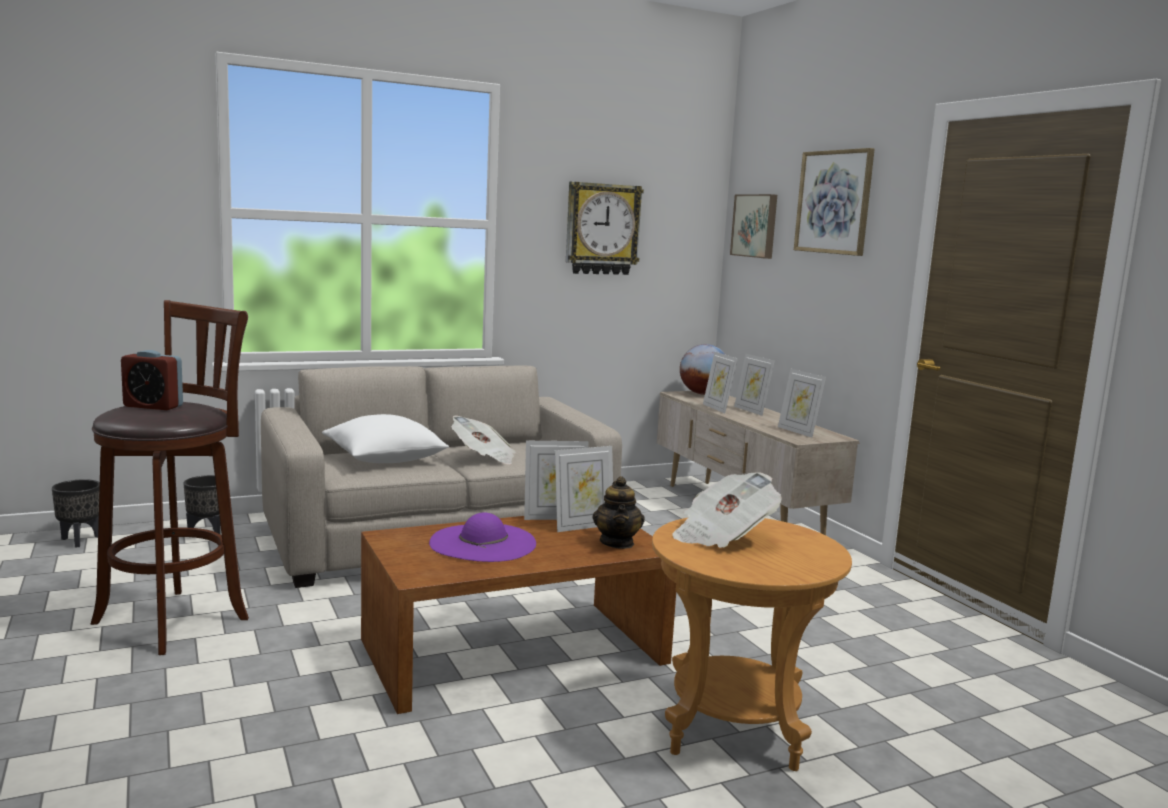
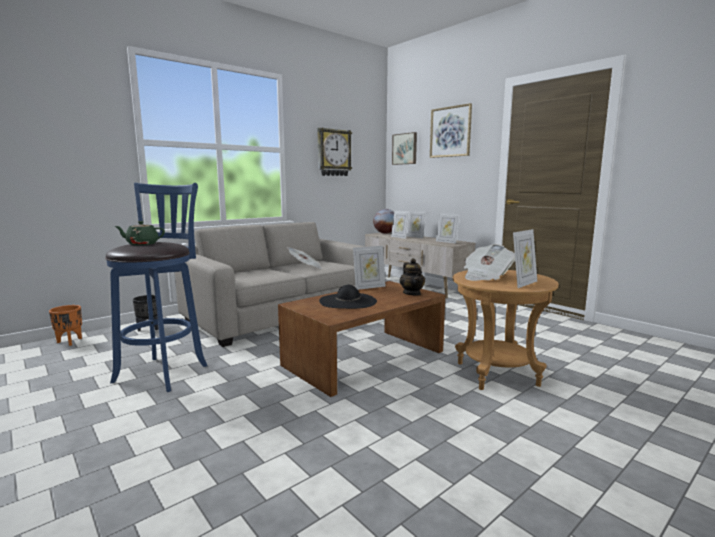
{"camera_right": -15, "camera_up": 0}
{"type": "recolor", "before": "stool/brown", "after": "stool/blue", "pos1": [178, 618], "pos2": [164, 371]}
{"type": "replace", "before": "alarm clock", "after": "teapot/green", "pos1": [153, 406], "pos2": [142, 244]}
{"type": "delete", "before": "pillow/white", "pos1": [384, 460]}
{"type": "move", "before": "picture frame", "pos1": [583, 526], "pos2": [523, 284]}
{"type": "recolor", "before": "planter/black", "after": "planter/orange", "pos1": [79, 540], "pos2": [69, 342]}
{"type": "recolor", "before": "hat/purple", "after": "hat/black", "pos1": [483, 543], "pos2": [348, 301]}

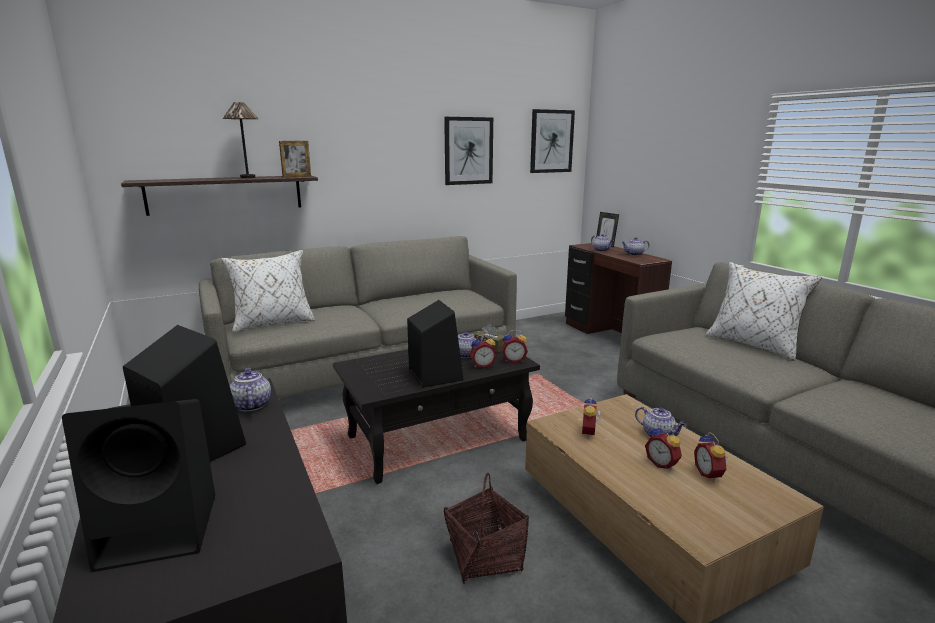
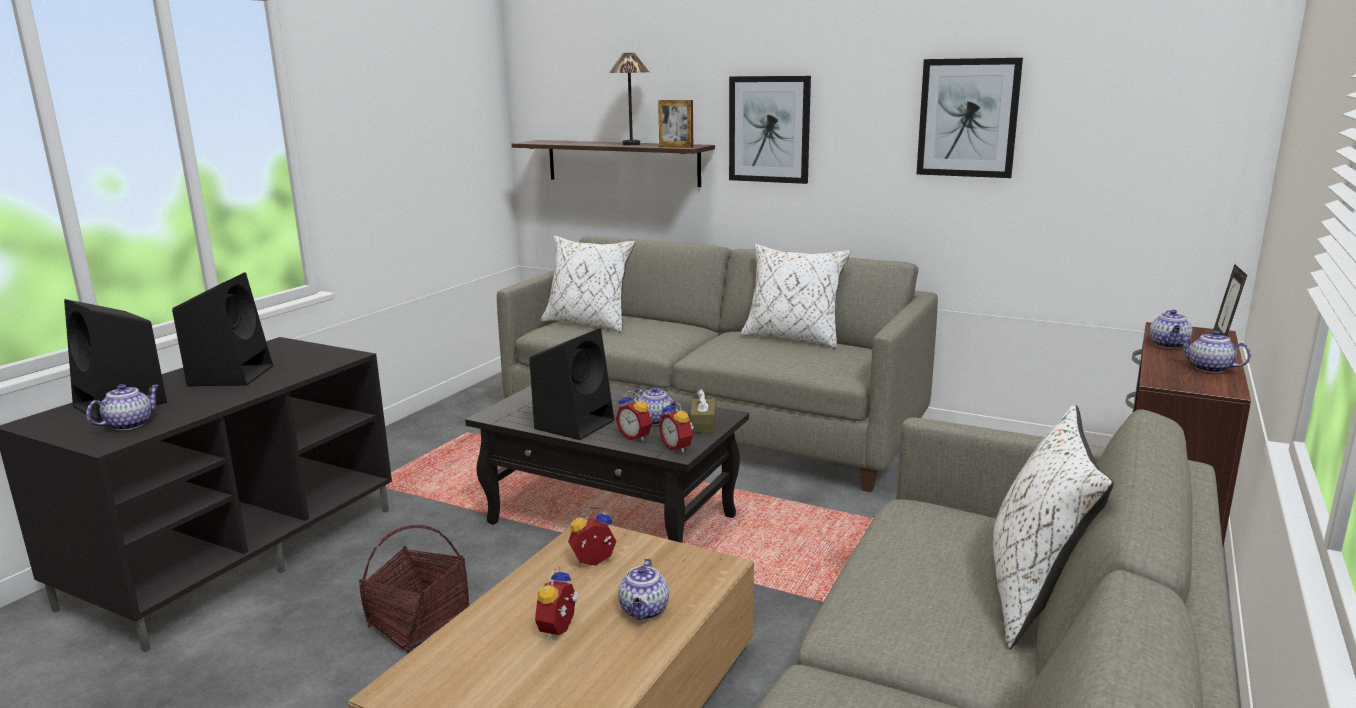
{"camera_right": 55, "camera_up": 0}
{"type": "move", "before": "picture", "pos1": [551, 141], "pos2": [769, 129]}
{"type": "move", "before": "teapot", "pos1": [251, 405], "pos2": [130, 424]}
{"type": "delete", "before": "alarm clock", "pos1": [709, 474]}
{"type": "insert", "after": "pillow/white", "pos2": [793, 338]}

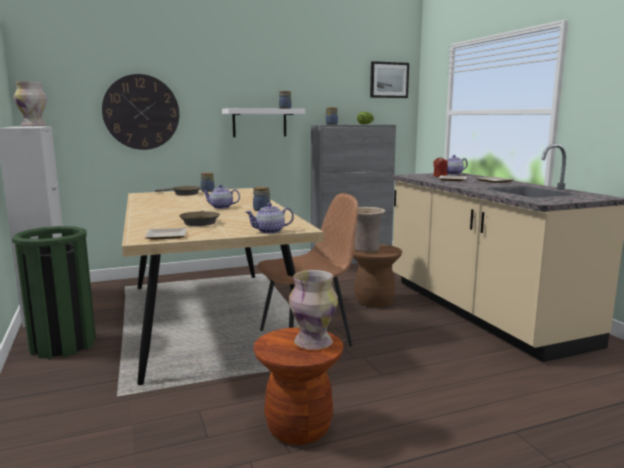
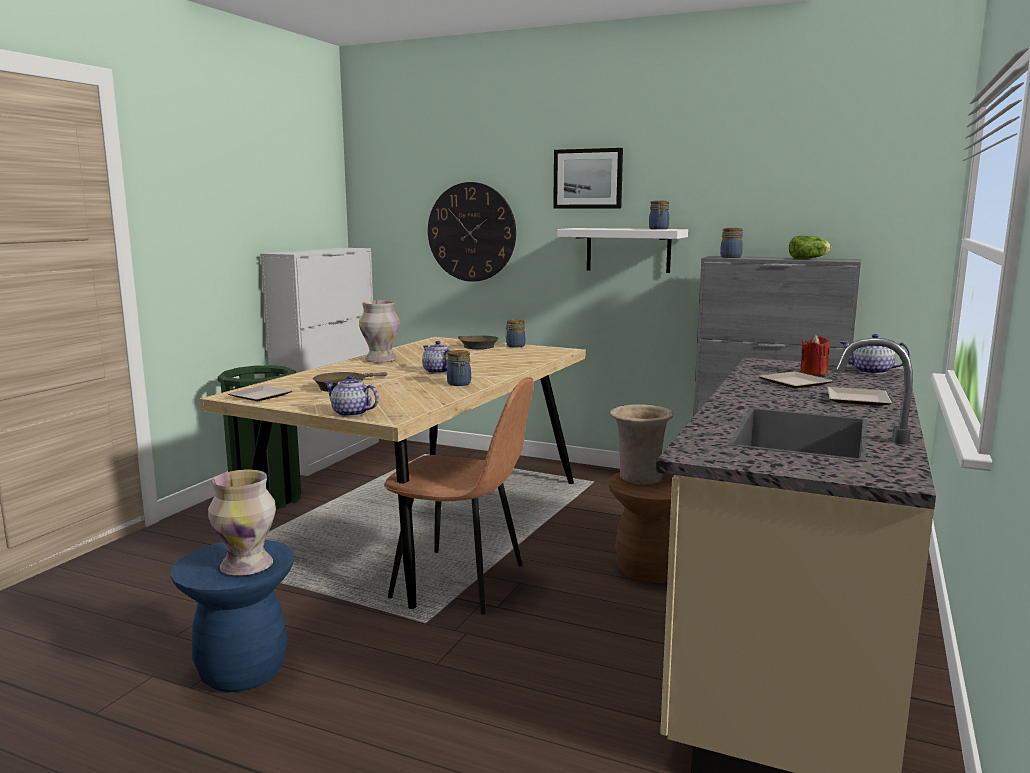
{"camera_right": 45, "camera_up": 0}
{"type": "move", "before": "picture", "pos1": [389, 80], "pos2": [588, 178]}
{"type": "move", "before": "vase", "pos1": [33, 126], "pos2": [380, 360]}
{"type": "recolor", "before": "stool/brown", "after": "stool/blue", "pos1": [299, 428], "pos2": [242, 671]}

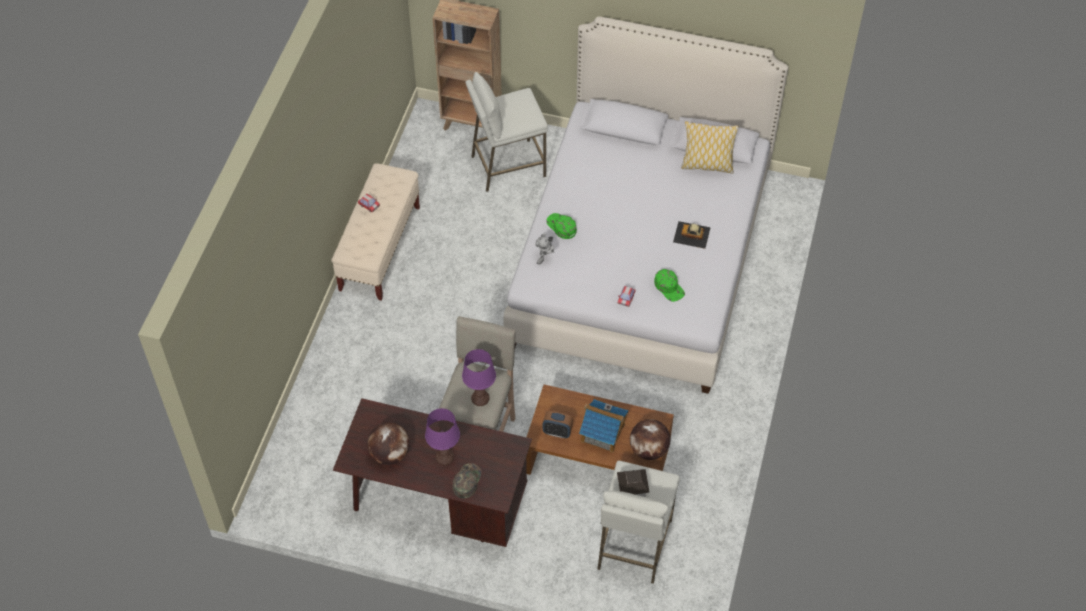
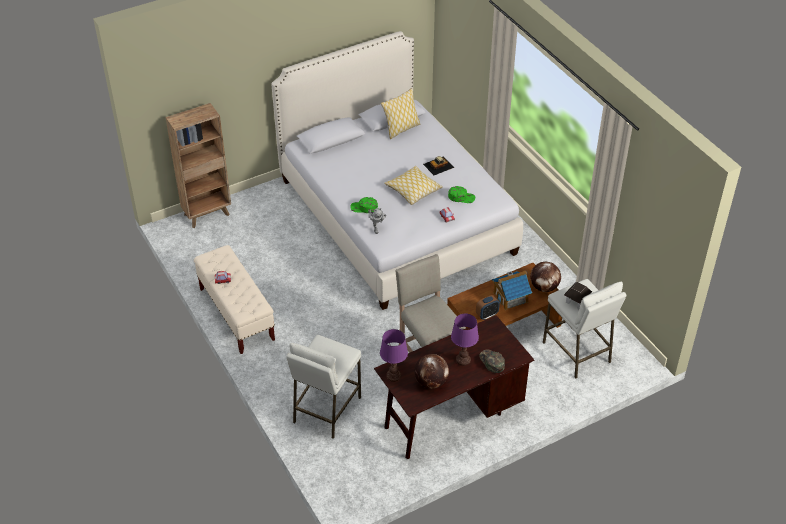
{"camera_right": -45, "camera_up": -10}
{"type": "move", "before": "stool/white", "pos1": [507, 166], "pos2": [326, 410]}
{"type": "move", "before": "table lamp/purple", "pos1": [480, 398], "pos2": [393, 375]}
{"type": "insert", "after": "pillow", "pos2": [413, 190]}

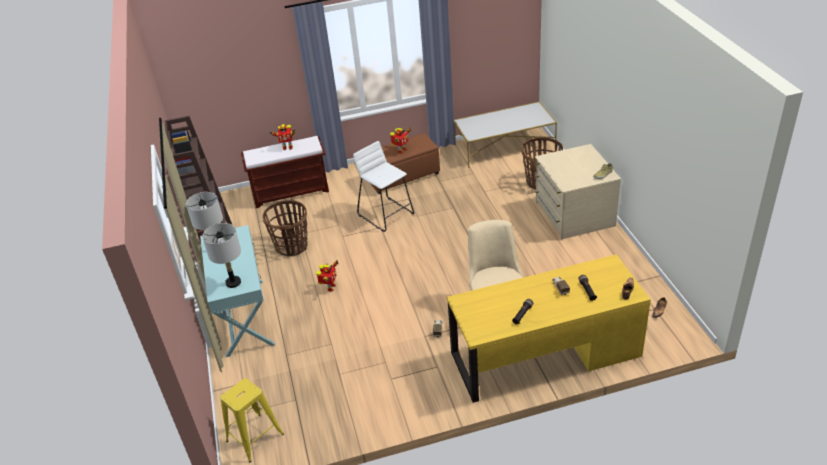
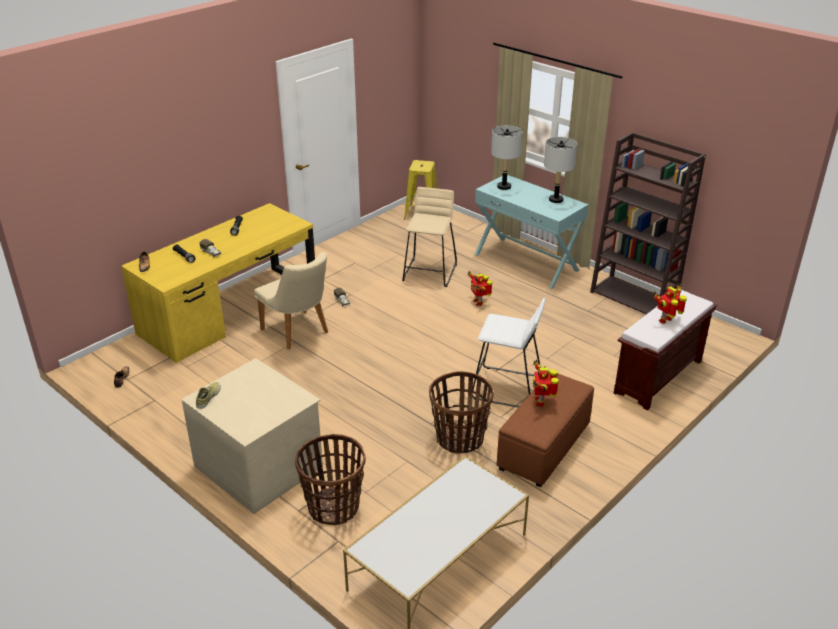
{"camera_right": 145, "camera_up": -5}
{"type": "move", "before": "basket", "pos1": [292, 246], "pos2": [459, 439]}
{"type": "insert", "after": "stool/beige", "pos2": [430, 272]}

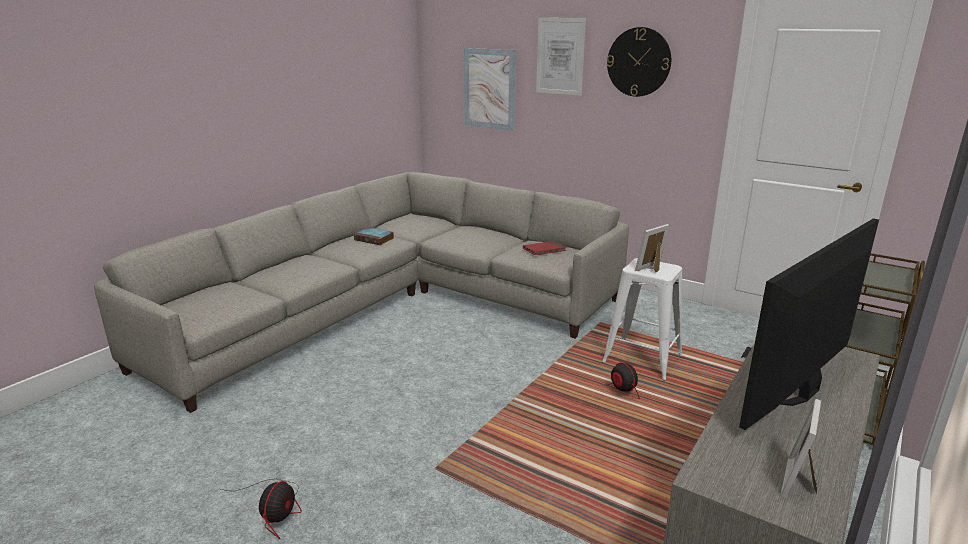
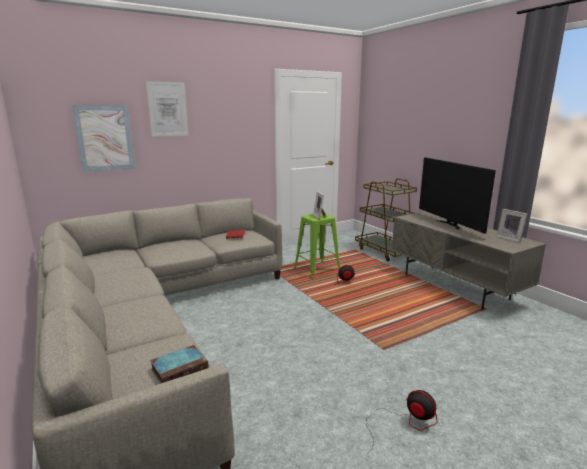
{"camera_right": -65, "camera_up": -5}
{"type": "delete", "before": "wall clock", "pos1": [638, 62]}
{"type": "move", "before": "book", "pos1": [375, 239], "pos2": [180, 368]}
{"type": "recolor", "before": "stool/white", "after": "stool/green", "pos1": [641, 359], "pos2": [316, 270]}

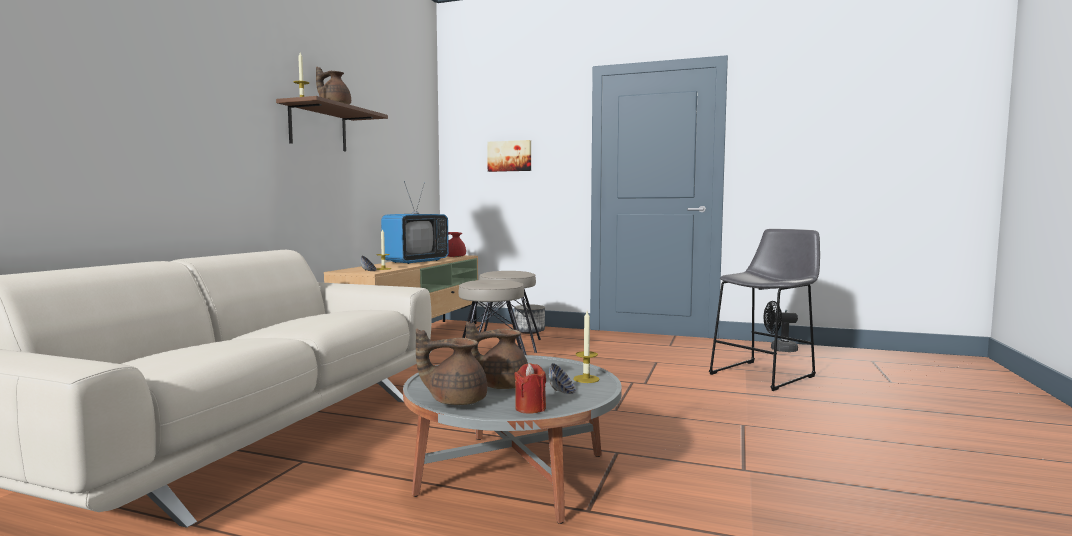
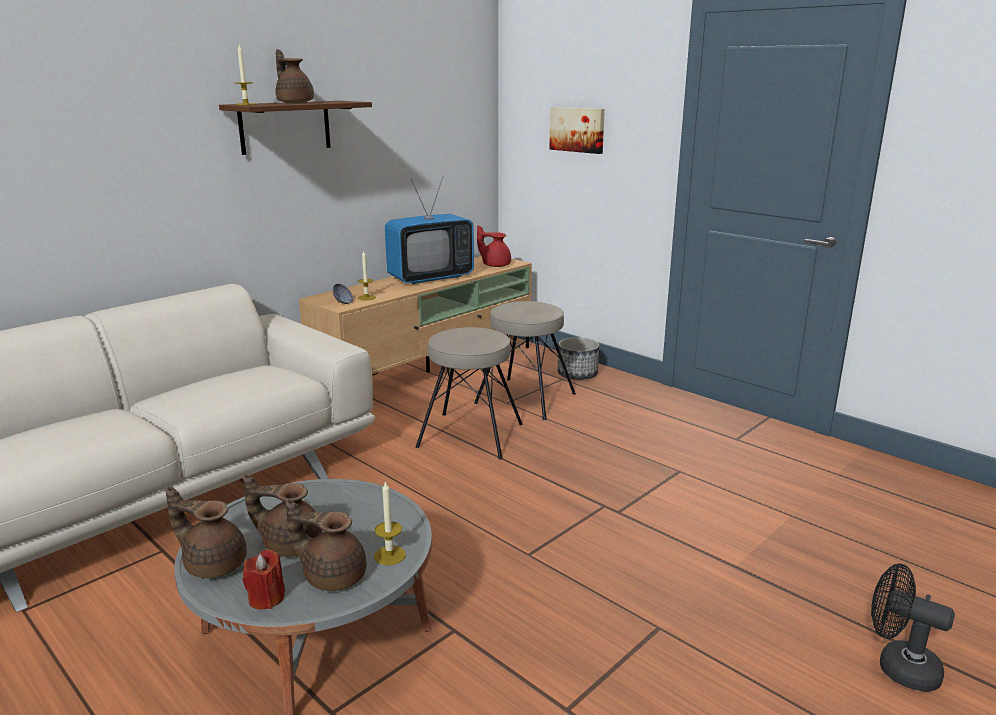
{"camera_right": 25, "camera_up": 15}
{"type": "delete", "before": "stool/grey", "pos1": [765, 374]}
{"type": "move", "before": "fan/black", "pos1": [779, 349], "pos2": [898, 667]}
{"type": "replace", "before": "bowl", "after": "teapot/brown", "pos1": [562, 392], "pos2": [333, 576]}

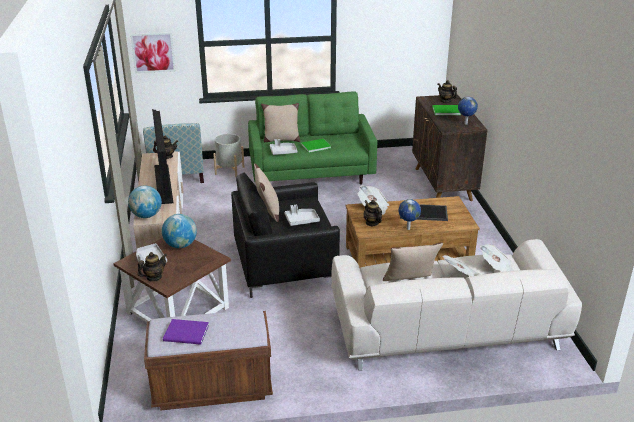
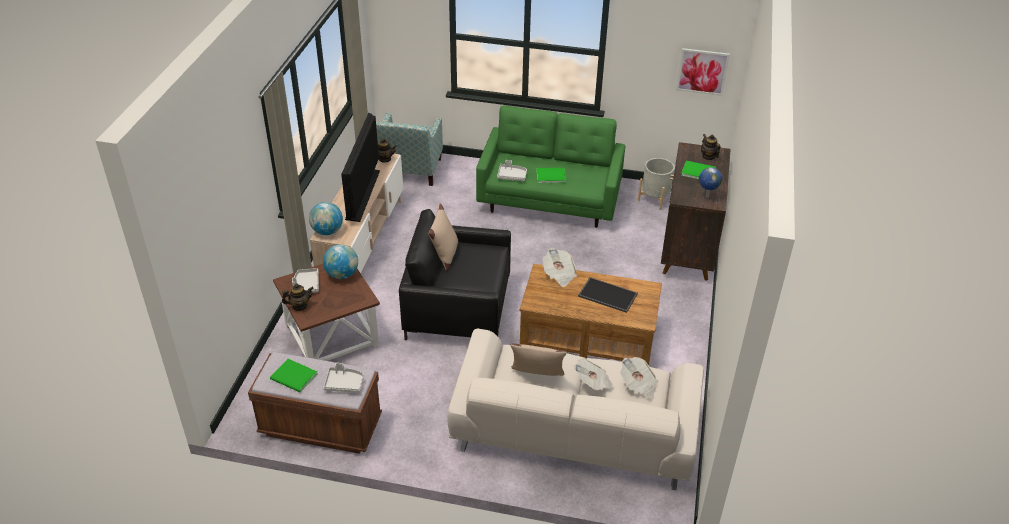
{"camera_right": 20, "camera_up": 10}
{"type": "move", "before": "picture", "pos1": [153, 52], "pos2": [702, 71]}
{"type": "delete", "before": "pillow/beige", "pos1": [281, 139]}
{"type": "move", "before": "planter/grey", "pos1": [229, 170], "pos2": [655, 199]}
{"type": "delete", "before": "globe", "pos1": [407, 229]}
{"type": "delete", "before": "teapot", "pos1": [372, 223]}
{"type": "move", "before": "tray/grey", "pos1": [301, 220], "pos2": [344, 383]}
{"type": "recolor", "before": "book/purple", "after": "book/green", "pos1": [187, 334], "pos2": [294, 377]}

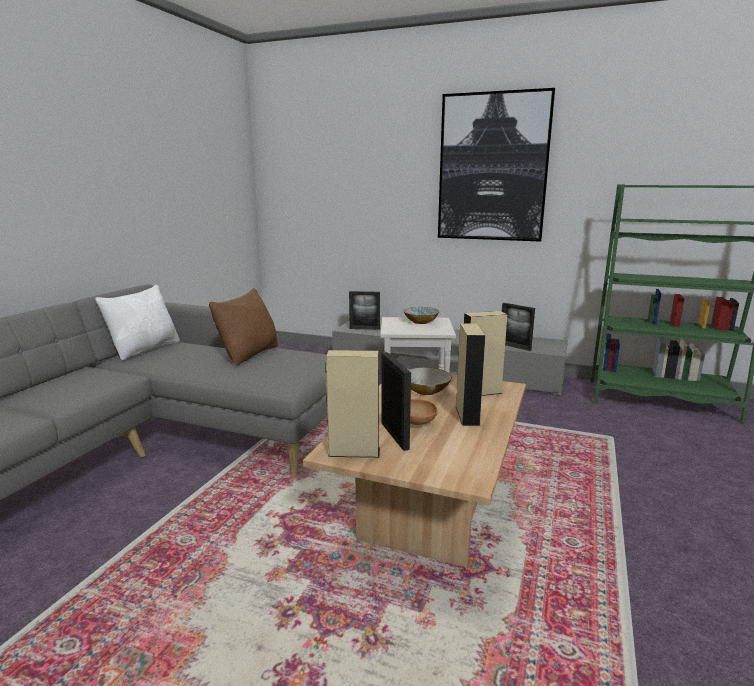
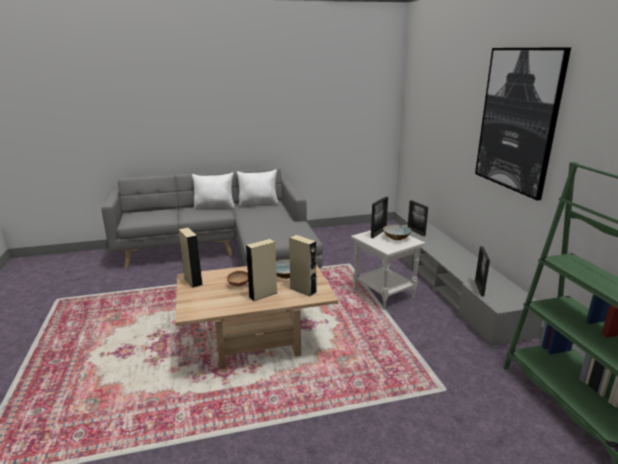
{"camera_right": 55, "camera_up": 5}
{"type": "delete", "before": "pillow/brown", "pos1": [249, 354]}
{"type": "move", "before": "picture frame", "pos1": [394, 435], "pos2": [378, 233]}
{"type": "insert", "after": "pillow/white", "pos2": [215, 207]}

